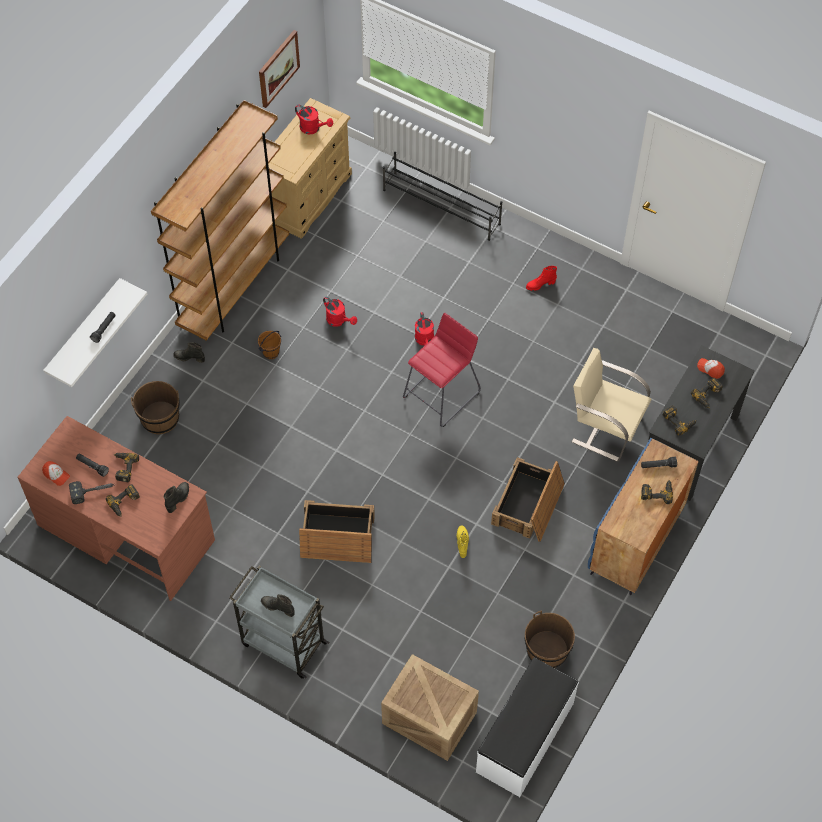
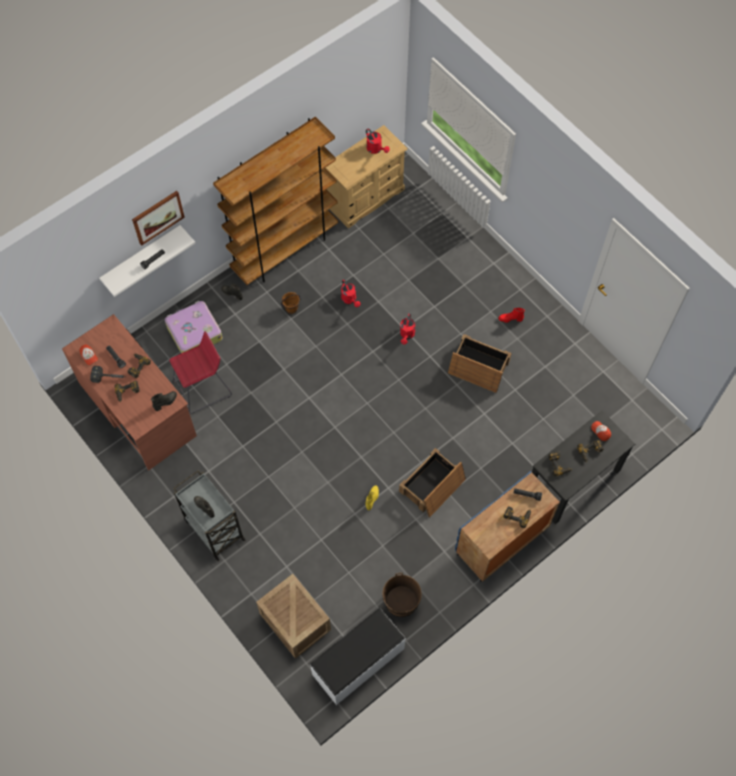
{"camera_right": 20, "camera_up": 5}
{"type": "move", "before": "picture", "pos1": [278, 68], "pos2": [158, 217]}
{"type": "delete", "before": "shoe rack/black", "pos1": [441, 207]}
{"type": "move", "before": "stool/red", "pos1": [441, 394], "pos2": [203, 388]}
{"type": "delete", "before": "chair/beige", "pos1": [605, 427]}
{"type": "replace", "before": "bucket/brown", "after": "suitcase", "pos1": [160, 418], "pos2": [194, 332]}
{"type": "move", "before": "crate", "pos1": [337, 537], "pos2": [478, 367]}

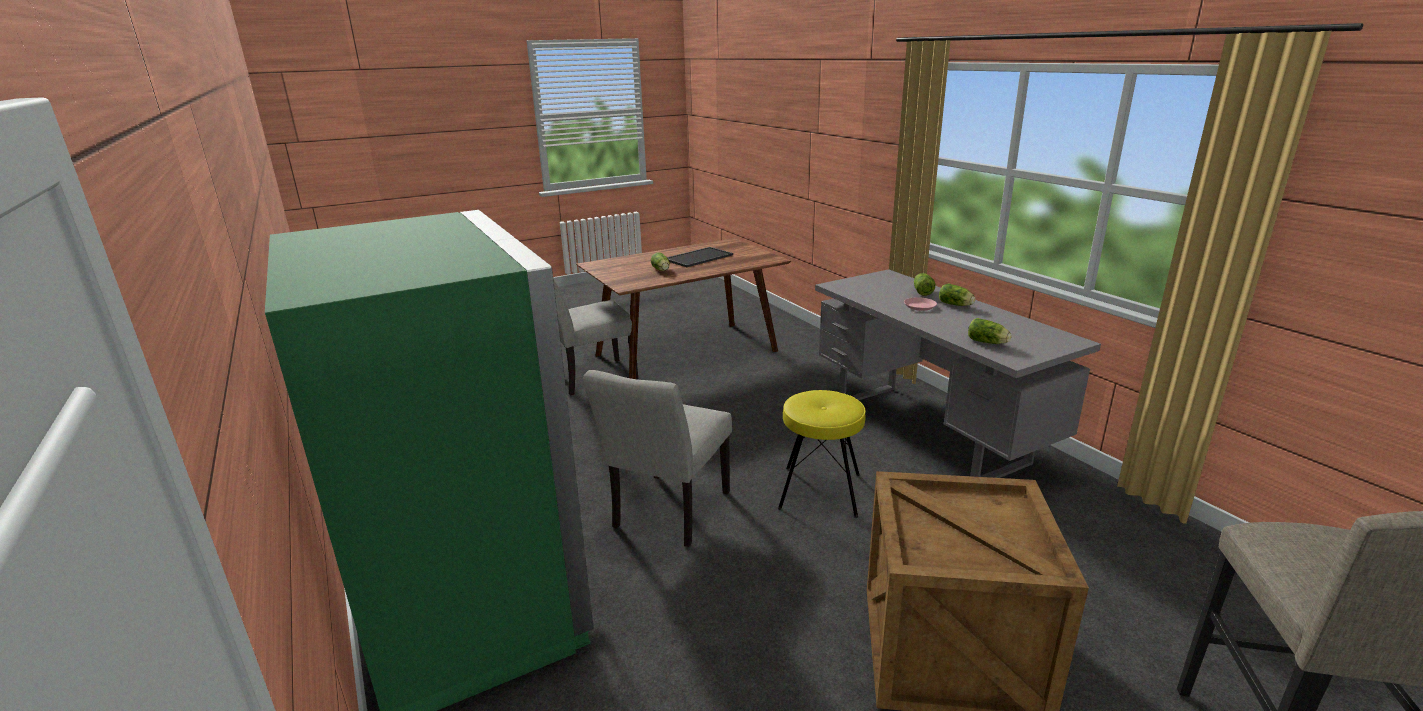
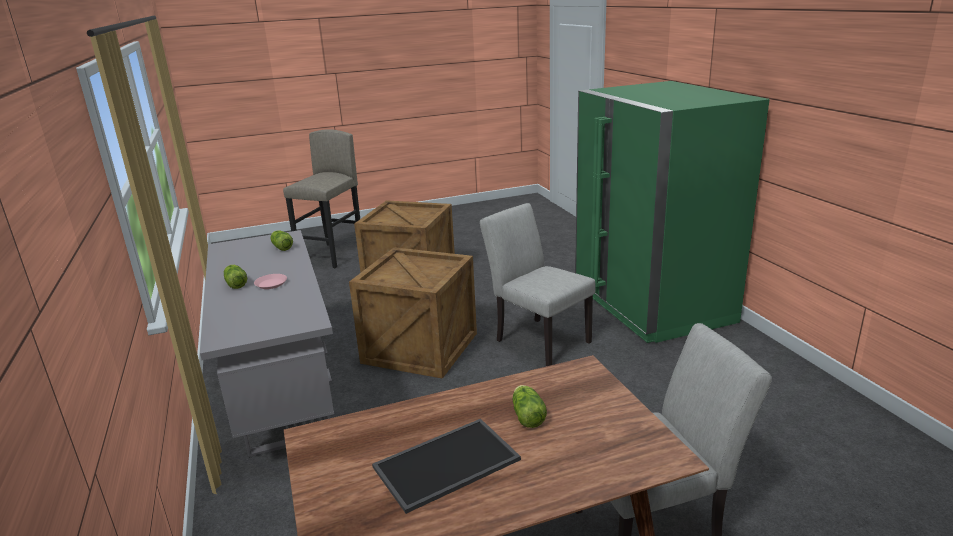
{"camera_right": -170, "camera_up": 0}
{"type": "delete", "before": "lettuce", "pos1": [922, 291]}
{"type": "rotate", "before": "chair/grey", "pos1": [667, 514], "pos2": [537, 339], "turn": -75}
{"type": "replace", "before": "stool/yellow", "after": "crate", "pos1": [820, 491], "pos2": [419, 347]}

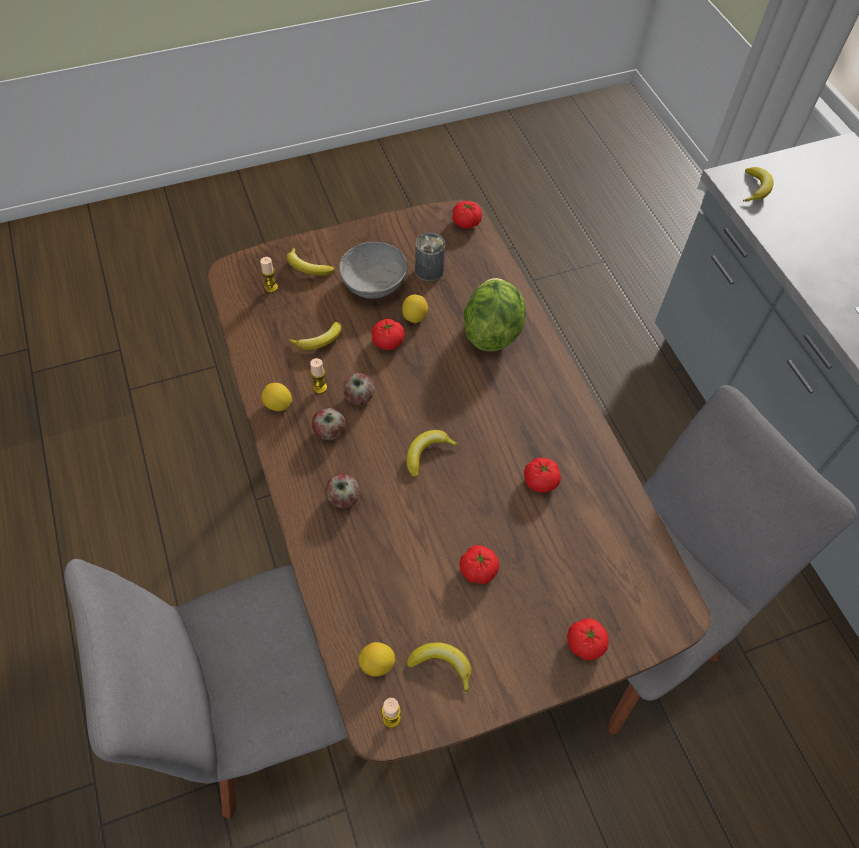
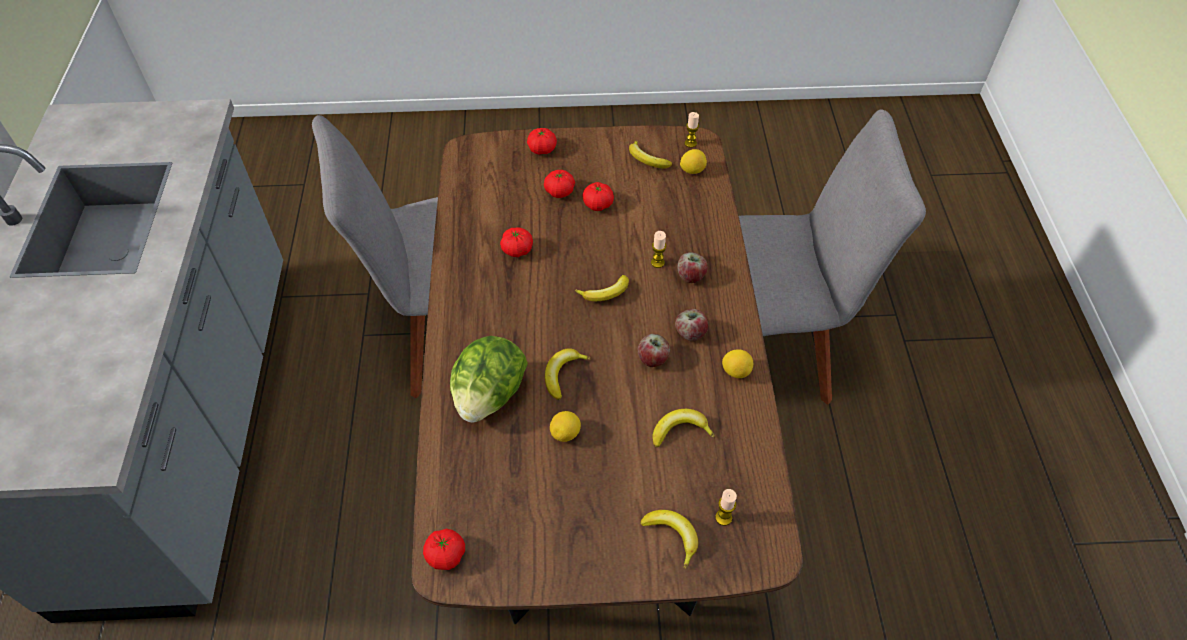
{"camera_right": -160, "camera_up": -5}
{"type": "move", "before": "banana", "pos1": [755, 188], "pos2": [563, 374]}
{"type": "delete", "before": "can", "pos1": [429, 270]}
{"type": "delete", "before": "bowl/grey", "pos1": [375, 283]}
{"type": "move", "before": "tomato", "pos1": [388, 342], "pos2": [559, 191]}
{"type": "move", "before": "candle", "pos1": [320, 387], "pos2": [657, 262]}

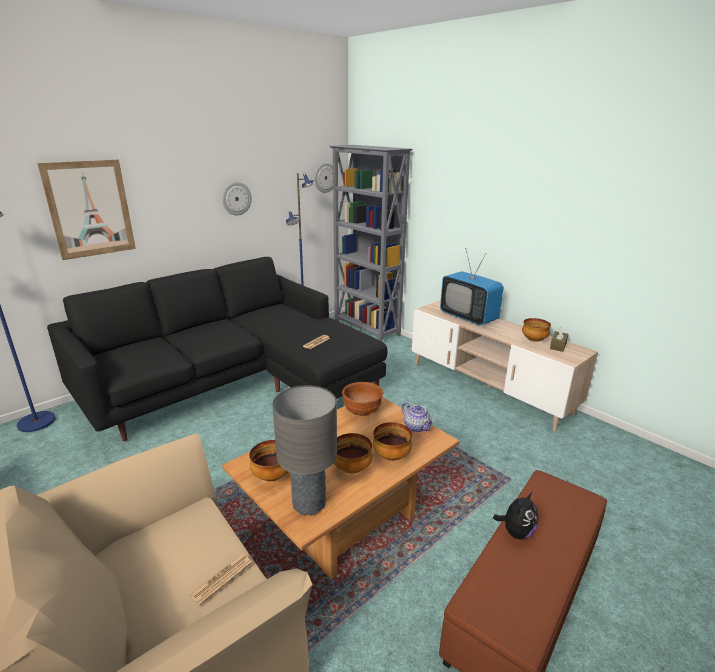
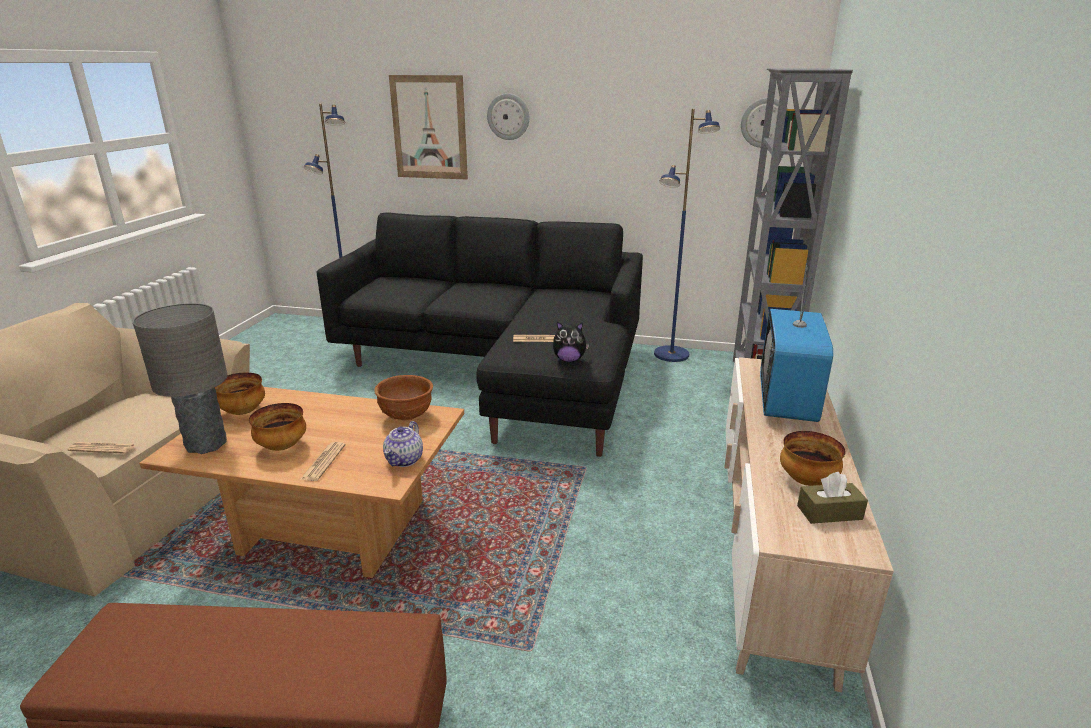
{"camera_right": 55, "camera_up": 0}
{"type": "move", "before": "wall clock", "pos1": [236, 198], "pos2": [508, 116]}
{"type": "replace", "before": "bowl", "after": "newspaper", "pos1": [391, 456], "pos2": [323, 462]}
{"type": "move", "before": "plush toy", "pos1": [516, 532], "pos2": [569, 360]}

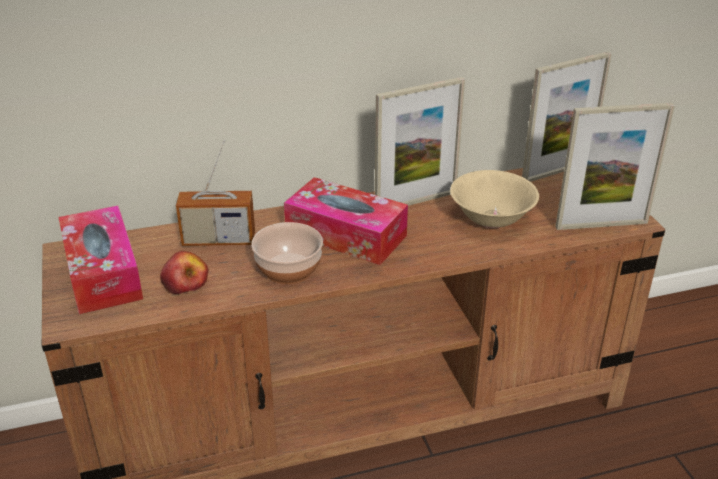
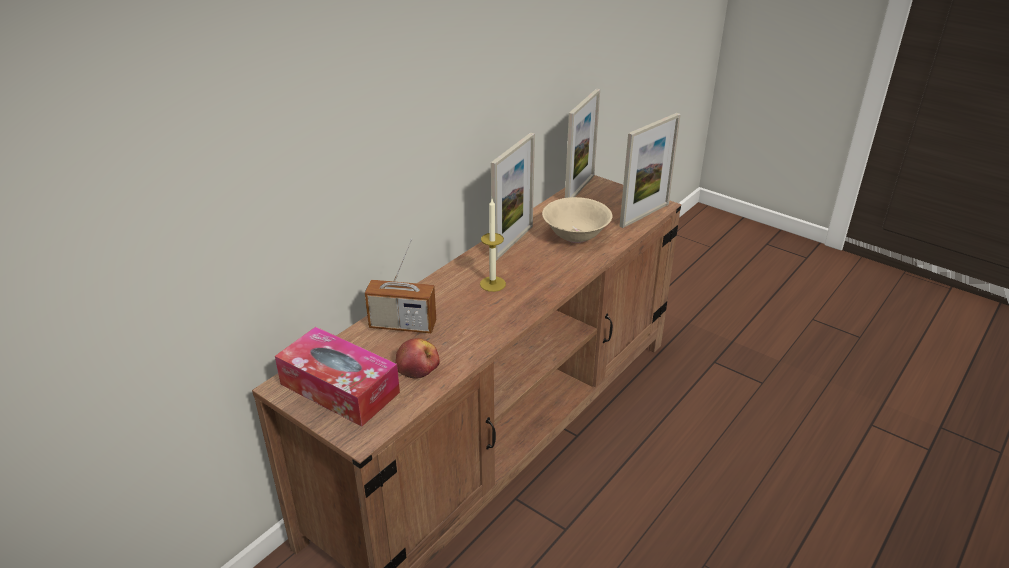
{"camera_right": -35, "camera_up": 0}
{"type": "rotate", "before": "radio", "pos1": [219, 240], "pos2": [402, 325], "turn": 45}
{"type": "replace", "before": "tissue box", "after": "candle", "pos1": [346, 234], "pos2": [492, 284]}
{"type": "delete", "before": "bowl", "pos1": [287, 269]}

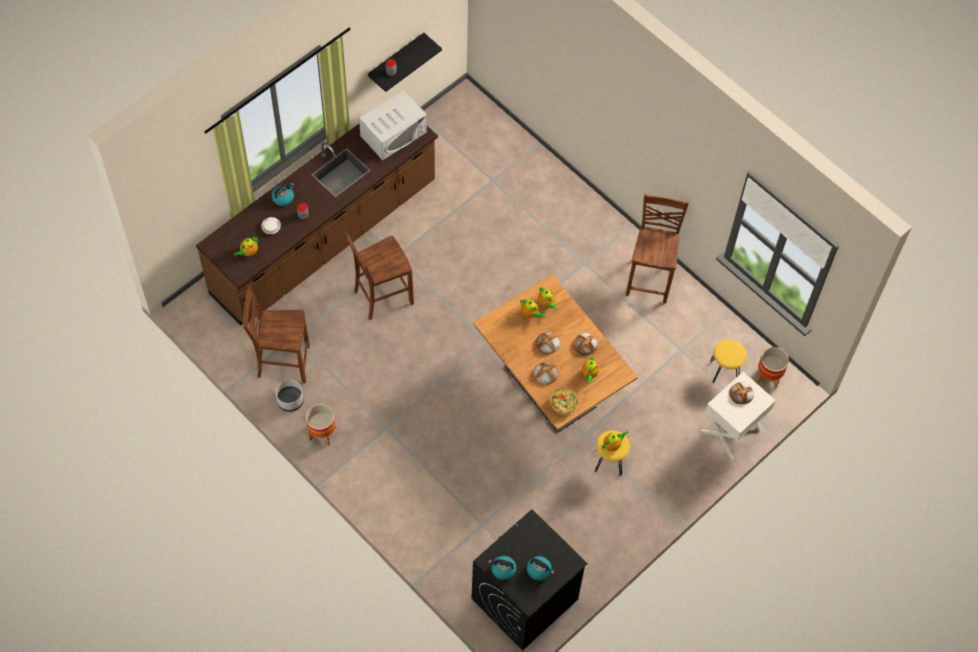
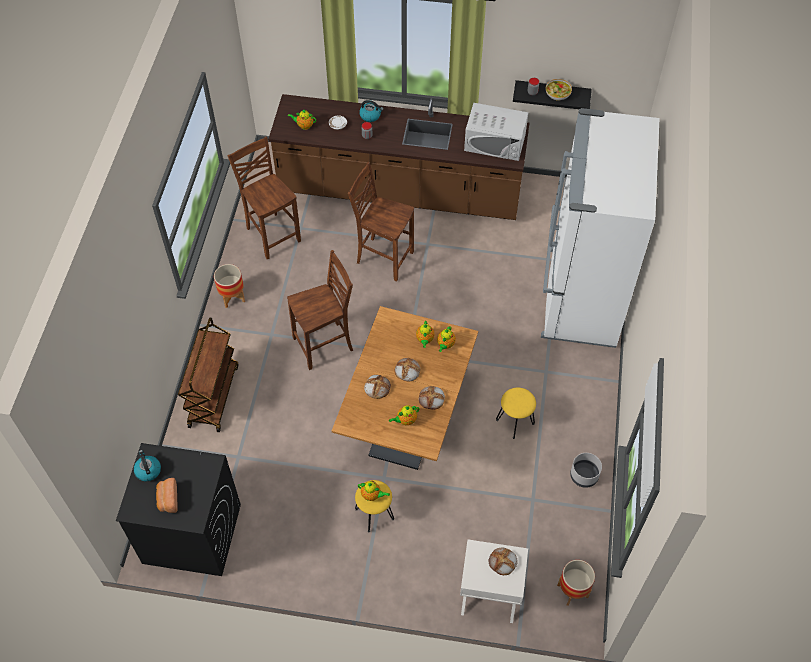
{"camera_right": 55, "camera_up": -5}
{"type": "move", "before": "chair/brown", "pos1": [650, 278], "pos2": [325, 345]}
{"type": "move", "before": "stool/yellow", "pos1": [724, 371], "pos2": [515, 422]}
{"type": "move", "before": "planter/grey", "pos1": [290, 400], "pos2": [584, 476]}
{"type": "move", "before": "bowl", "pos1": [564, 404], "pos2": [558, 94]}
{"type": "replace", "before": "kettle", "after": "bread", "pos1": [539, 570], "pos2": [167, 499]}
{"type": "insert", "after": "fridge/white", "pos2": [579, 297]}
{"type": "insert", "after": "cart/brown", "pos2": [213, 395]}

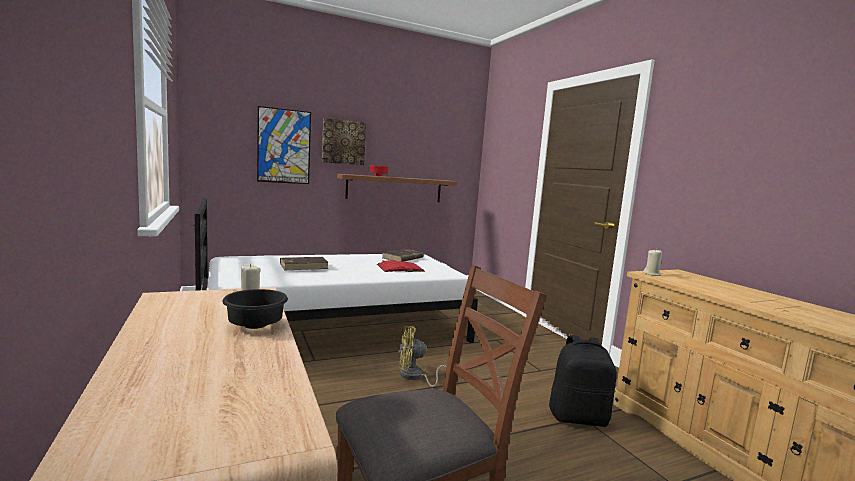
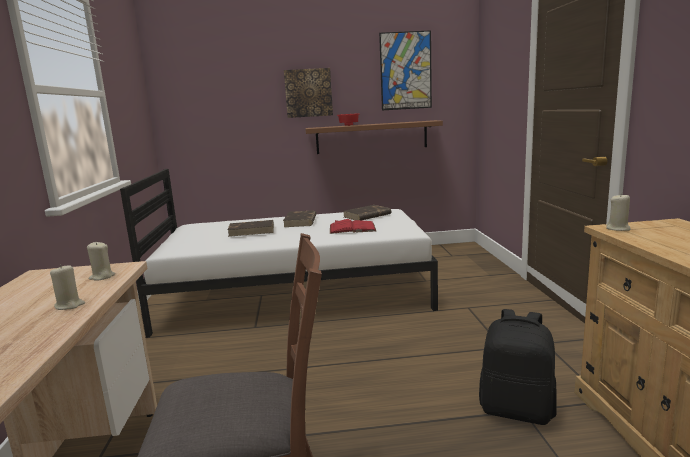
{"camera_right": 20, "camera_up": 5}
{"type": "move", "before": "picture", "pos1": [284, 146], "pos2": [405, 71]}
{"type": "replace", "before": "bowl/black", "after": "candle/beige", "pos1": [254, 326], "pos2": [69, 305]}
{"type": "delete", "before": "fan/yellow", "pos1": [415, 377]}
{"type": "insert", "after": "book/brown", "pos2": [300, 221]}

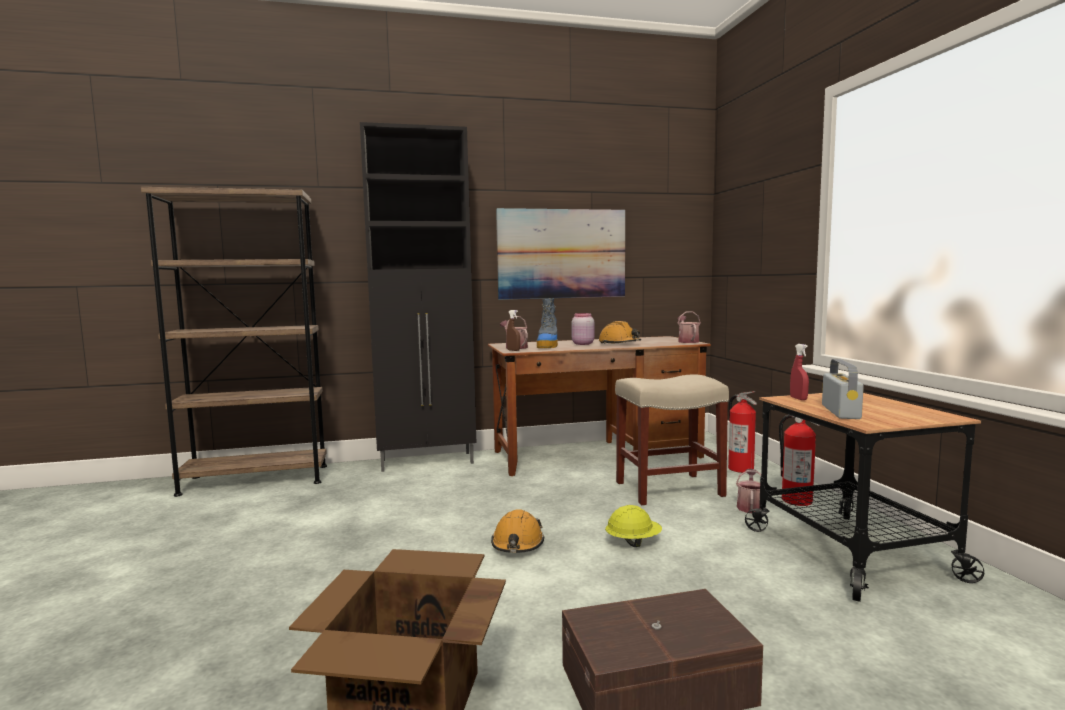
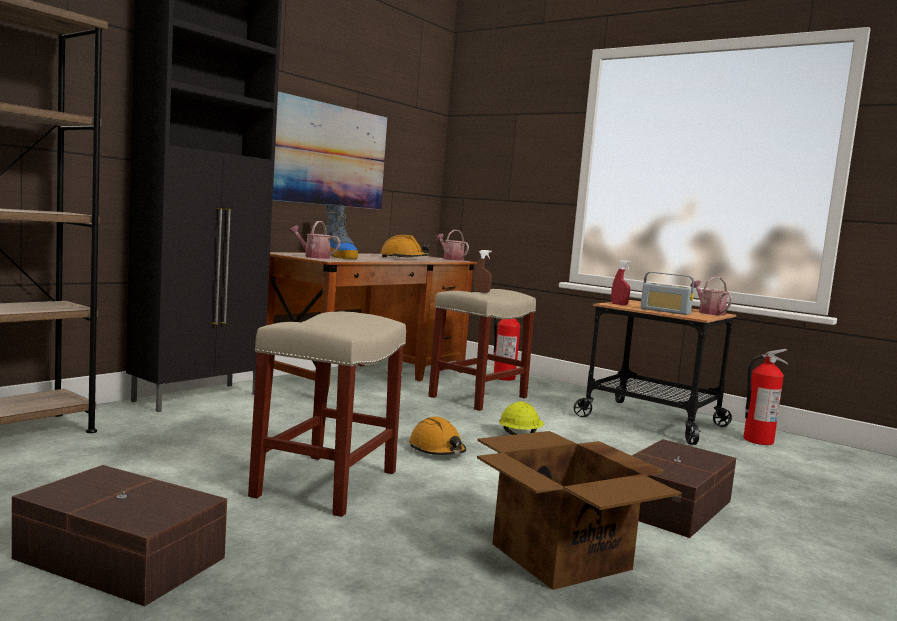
{"camera_right": -40, "camera_up": 0}
{"type": "move", "before": "spray bottle/brown", "pos1": [513, 350], "pos2": [481, 292]}
{"type": "delete", "before": "jar/pink", "pos1": [582, 344]}
{"type": "rotate", "before": "radio", "pos1": [840, 412], "pos2": [665, 311], "turn": 150}
{"type": "move", "before": "fire extinguisher", "pos1": [796, 500], "pos2": [757, 440]}
{"type": "move", "before": "watering can", "pos1": [750, 506], "pos2": [709, 313]}
{"type": "insert", "after": "stool/beige", "pos2": [327, 482]}
{"type": "insert", "after": "storage box/brown", "pos2": [119, 560]}

